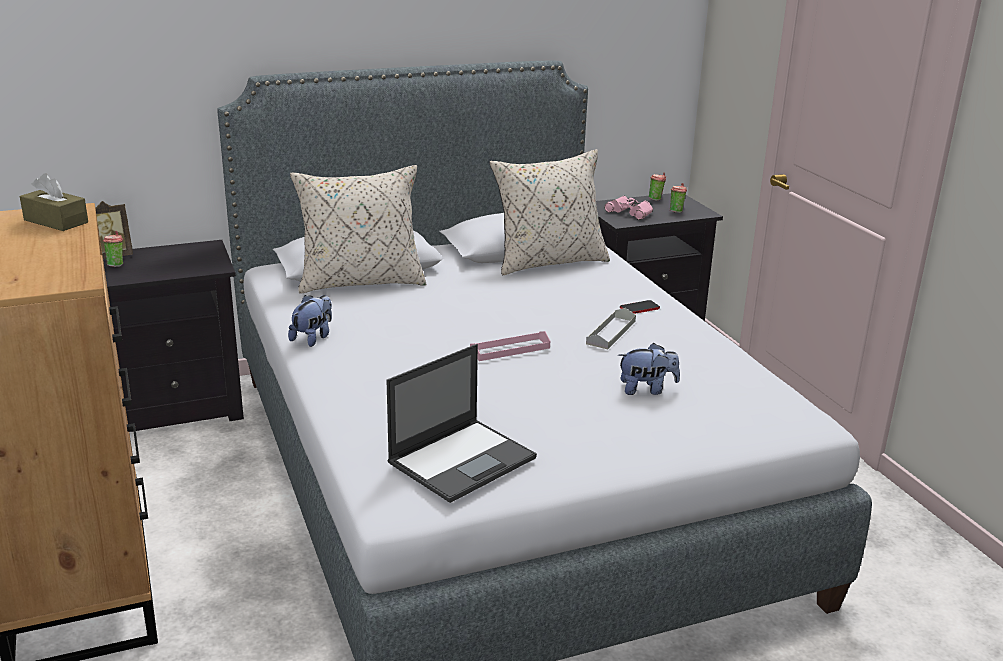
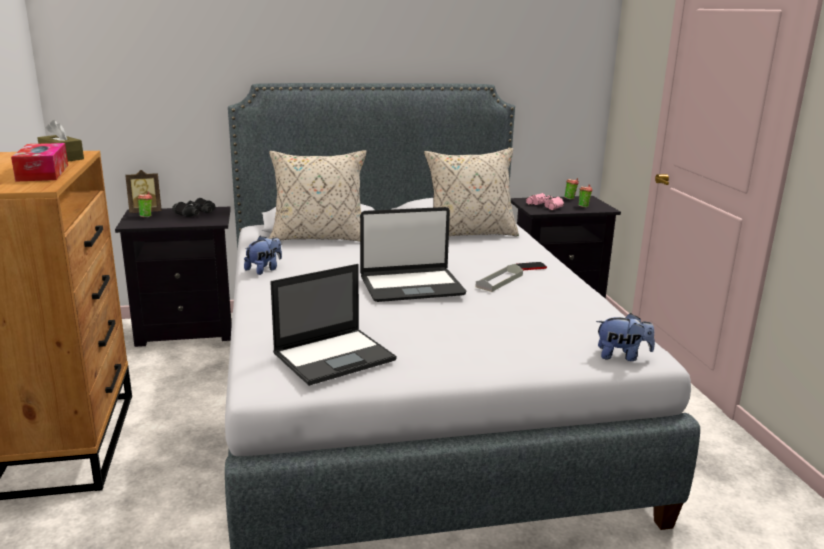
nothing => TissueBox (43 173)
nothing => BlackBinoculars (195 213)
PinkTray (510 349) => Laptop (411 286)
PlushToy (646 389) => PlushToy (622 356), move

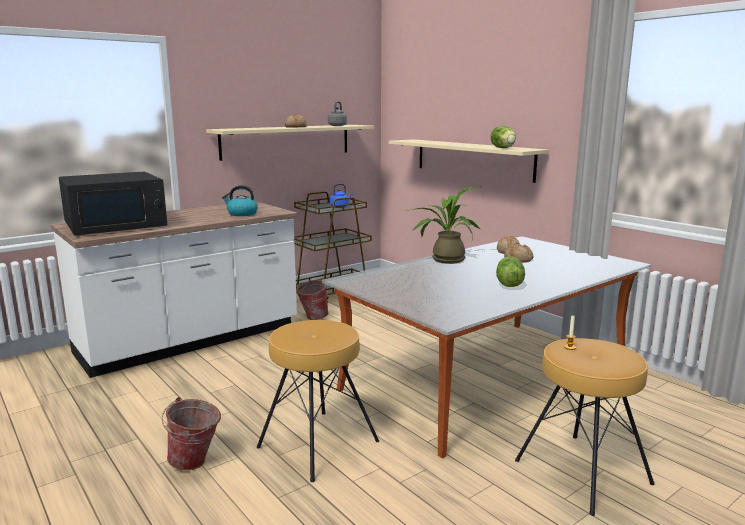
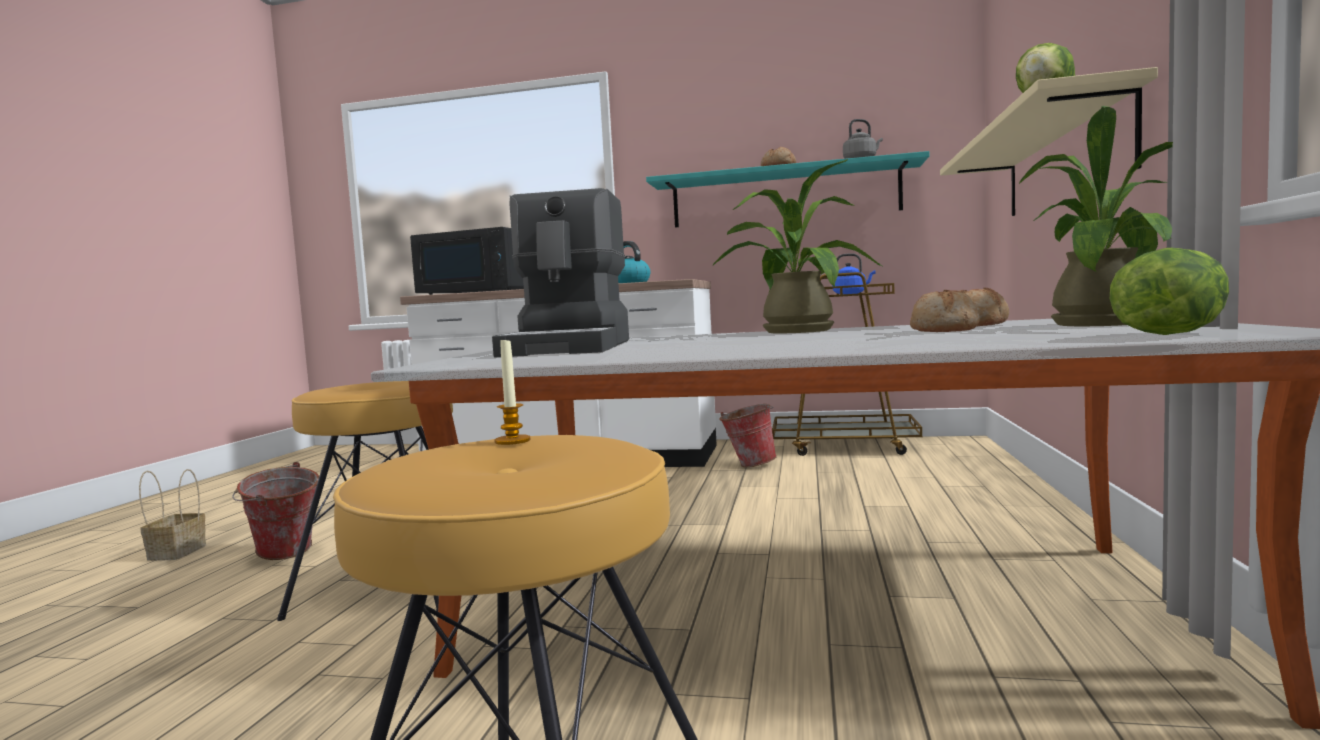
nothing => Basket (177 552)
nothing => CoffeeMachine (572 348)
BeigeShelf (287 141) => TurquoiseShelf (784 196)
nothing => PottedPlant (1105 323)
Lettuce (508 284) => Lettuce (1169 334), move

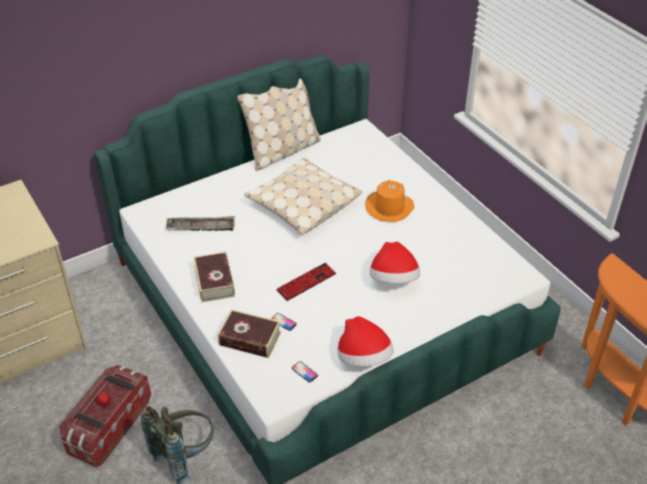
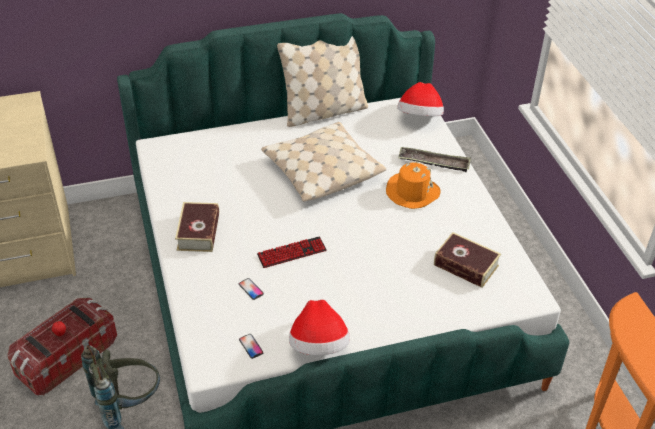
Hat (393 280) => Hat (419 118), move
Tray (201 227) => Tray (434 162), move
Book (250 339) => Book (466 265), move

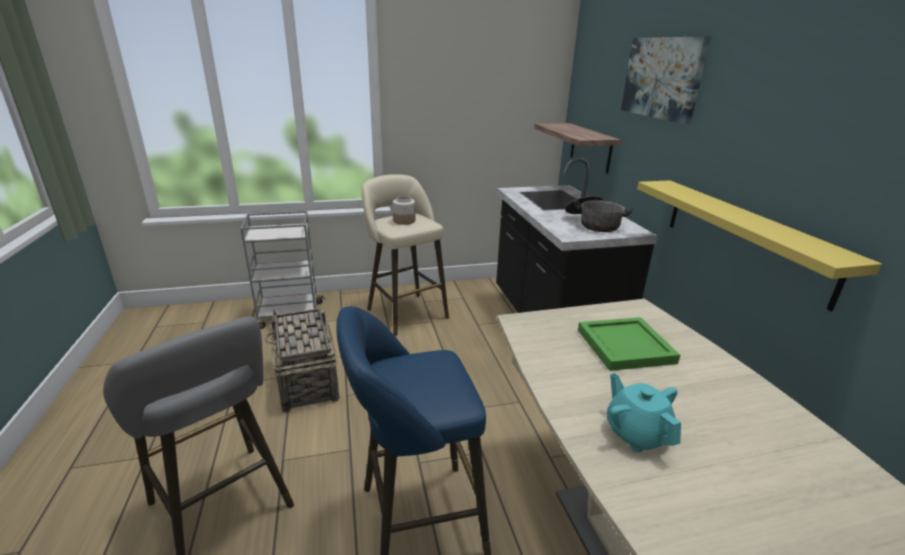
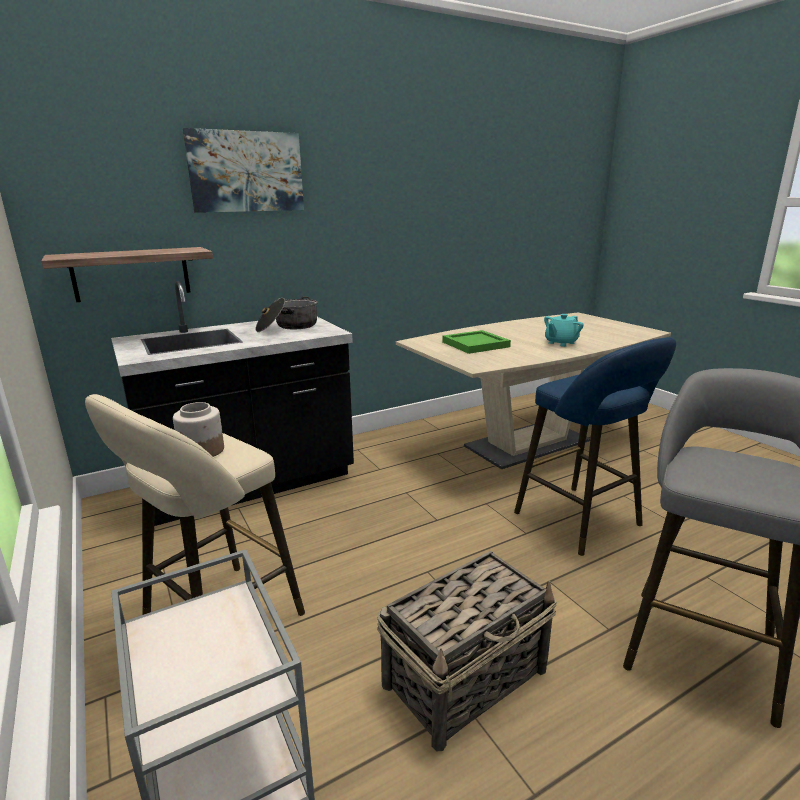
YellowShelf (743 237) => nothing

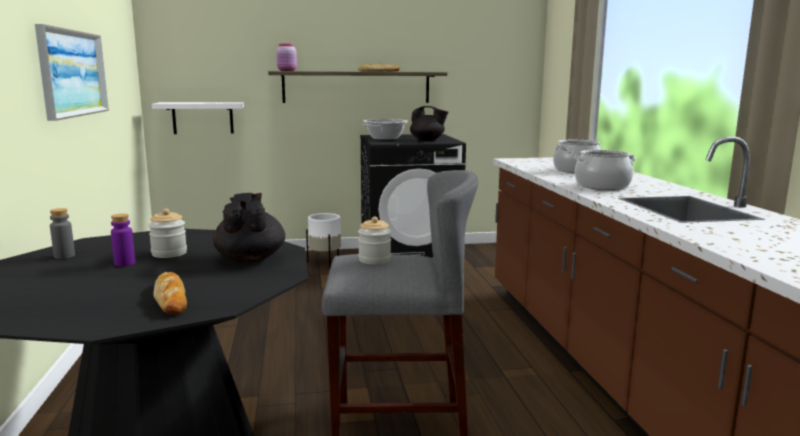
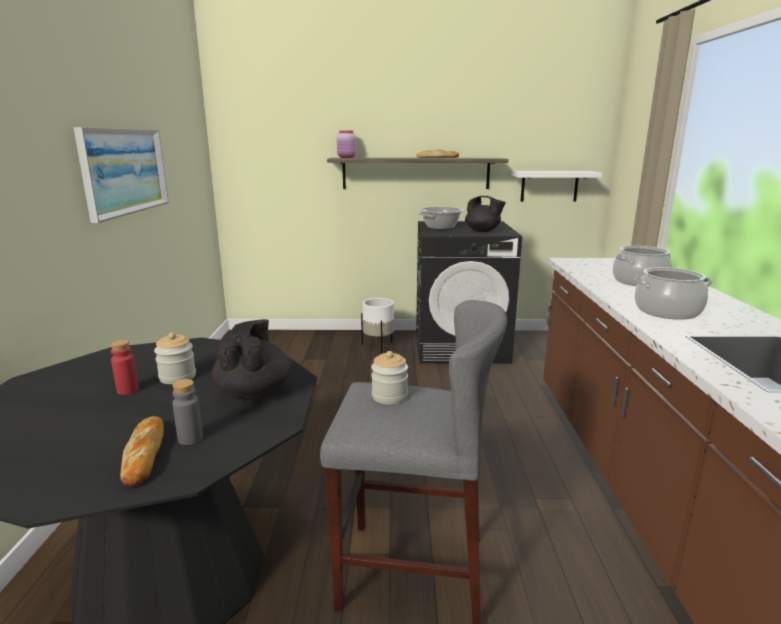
PurpleBottle (124 263) => RedBottle (128 390)
GreyBottle (64 256) => GreyBottle (190 438), move
WhiteShelf (203 118) => WhiteShelf (549 186), move

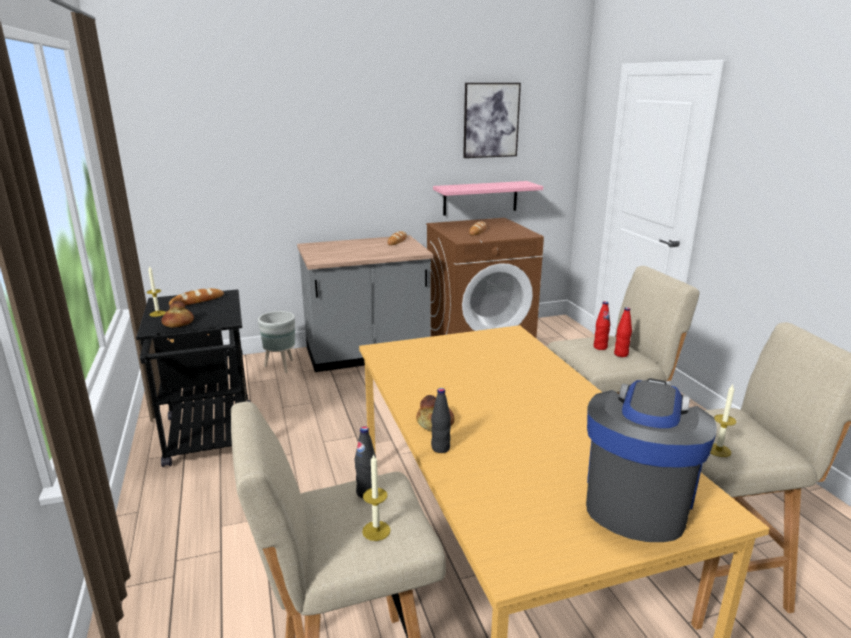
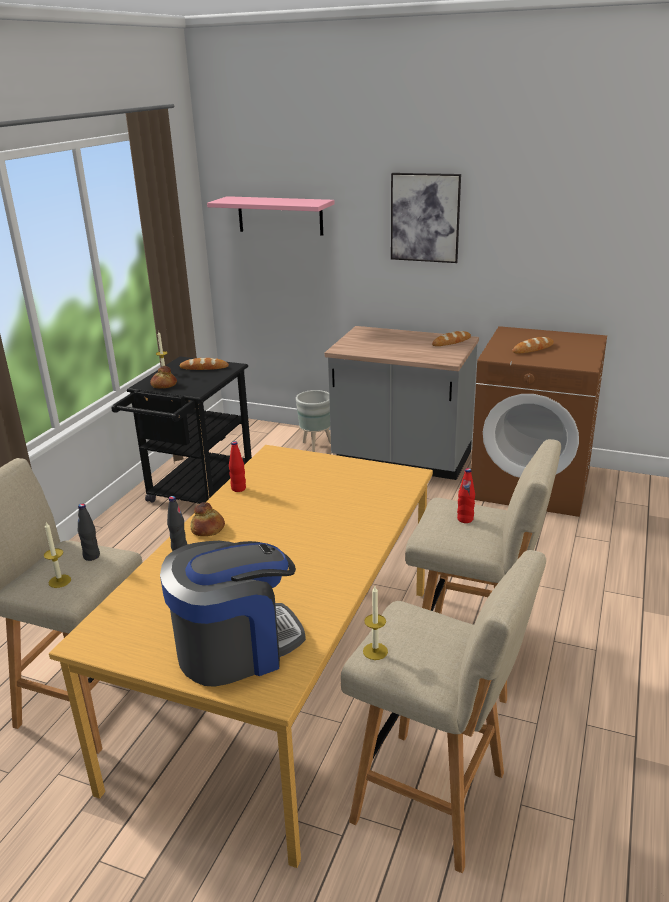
PinkShelf (480 198) => PinkShelf (280 215), move
RedBottle (621 354) => RedBottle (238 489), move
Picture (491 120) => Picture (425 217), move

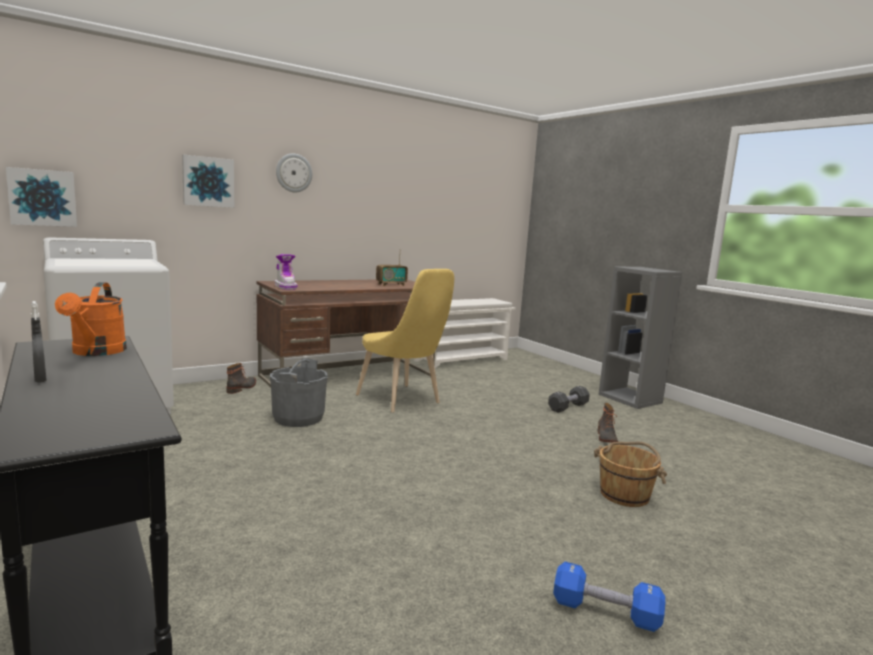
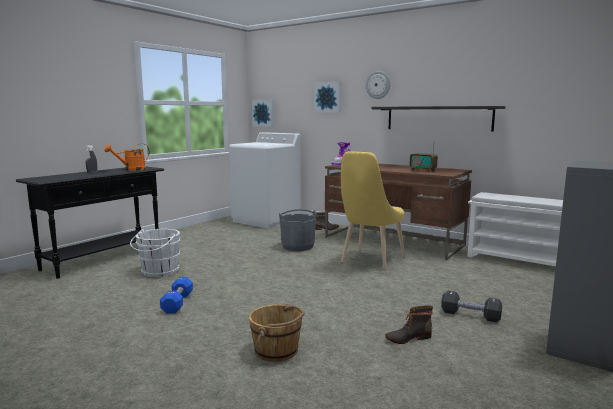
nothing => WhiteBucket (158 271)
BlueDumbbell (605 612) => BlueDumbbell (177 303), move
nothing => Shelf (438 118)

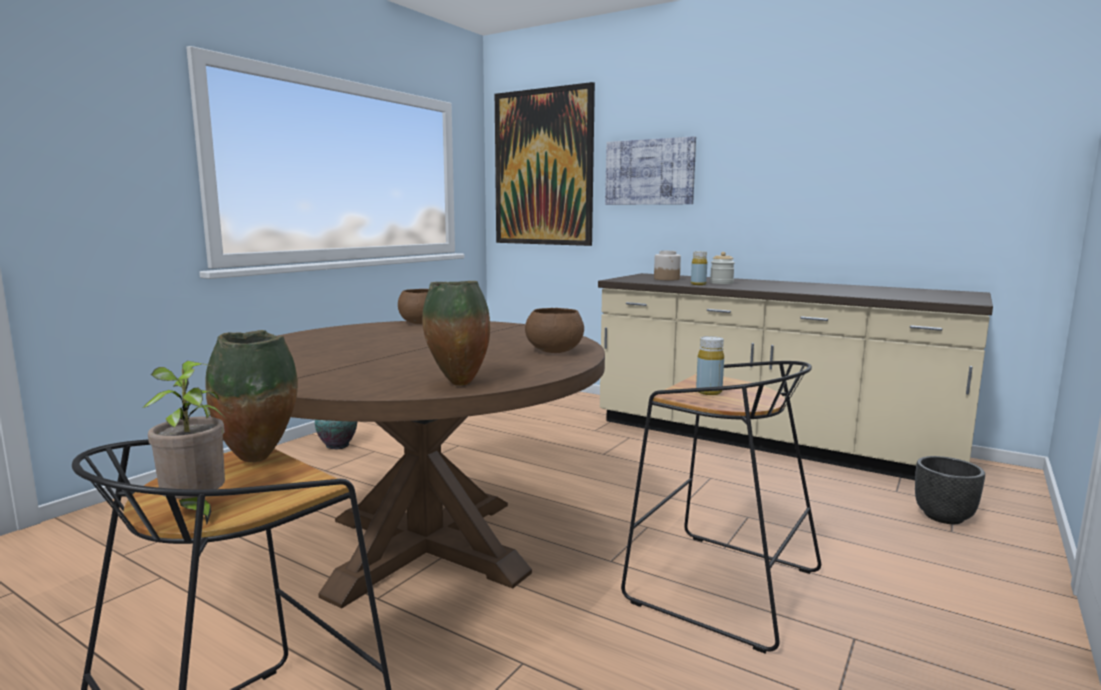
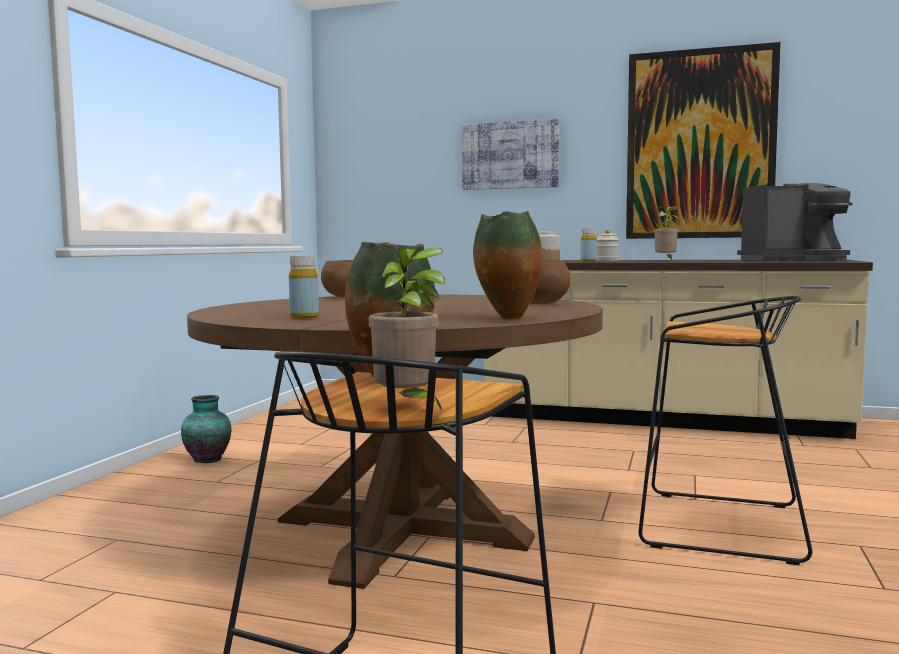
YellowBottle (709 392) => YellowBottle (304 317), move
Picture (543 168) => Picture (700 145), move
nothing => PottedPlant (666 260)
nothing => CoffeeMachine (794 260)
BlackPlanter (944 517) => nothing

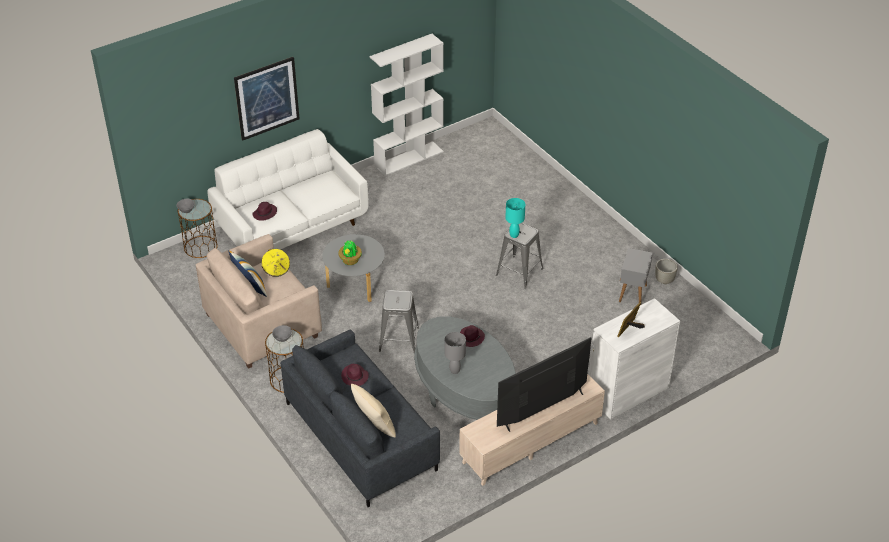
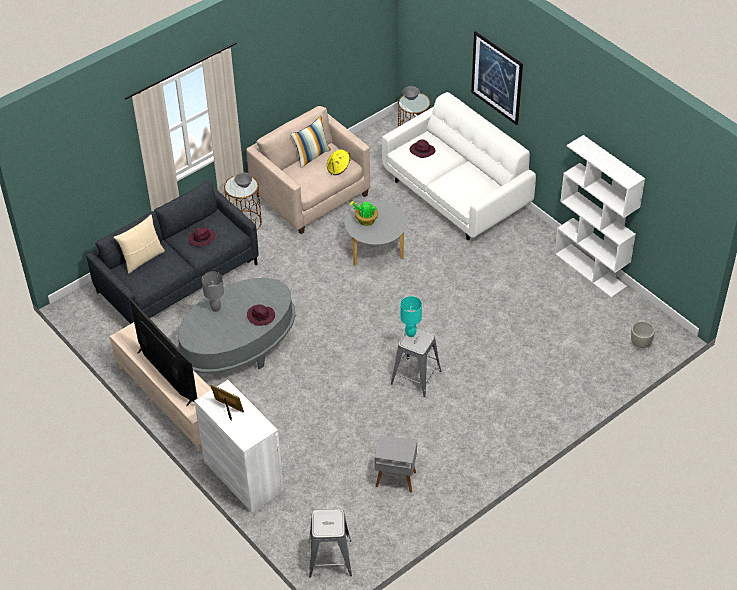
GreyStool (399 339) => GreyStool (330 558), move
GreyPlanter (664 280) => GreyPlanter (640 343), move

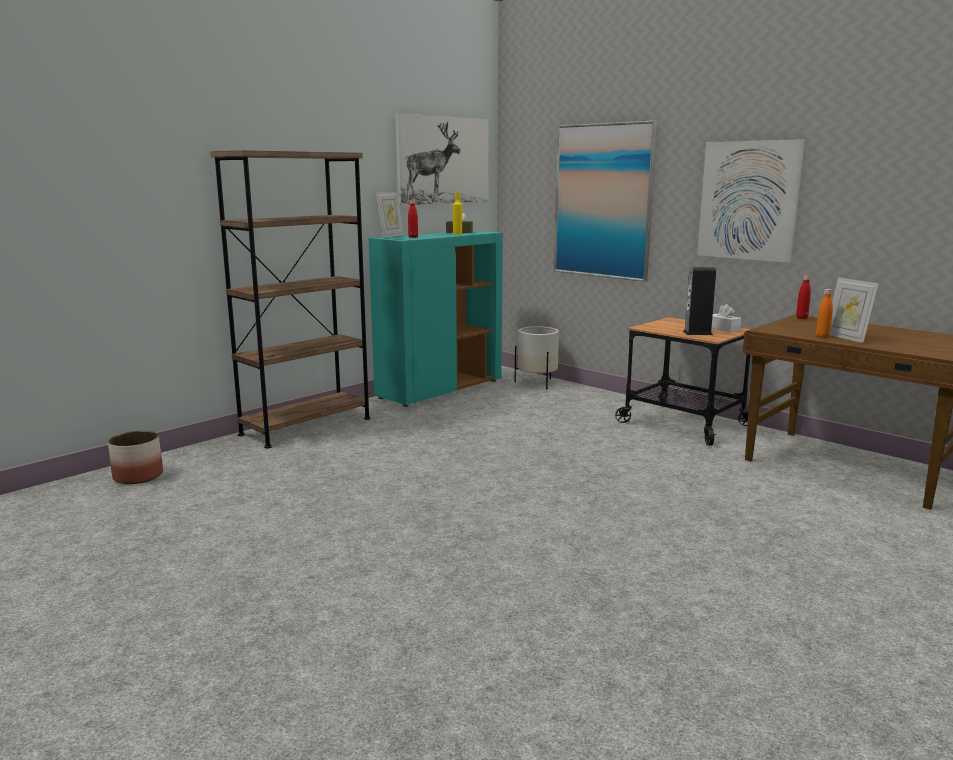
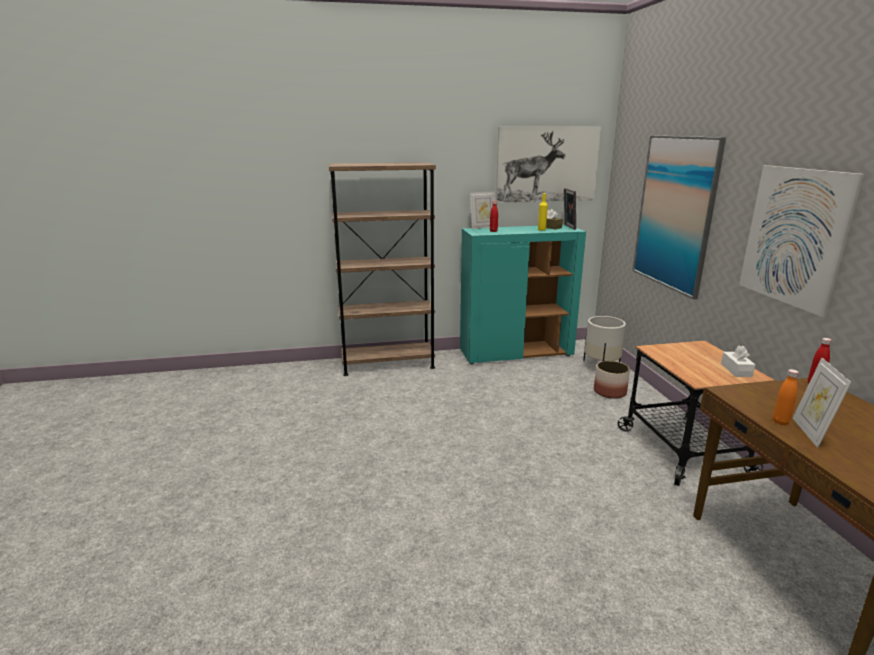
nothing => PictureFrame (568 227)
Planter (138 476) => Planter (610 392), move
Speaker (697 333) => nothing

